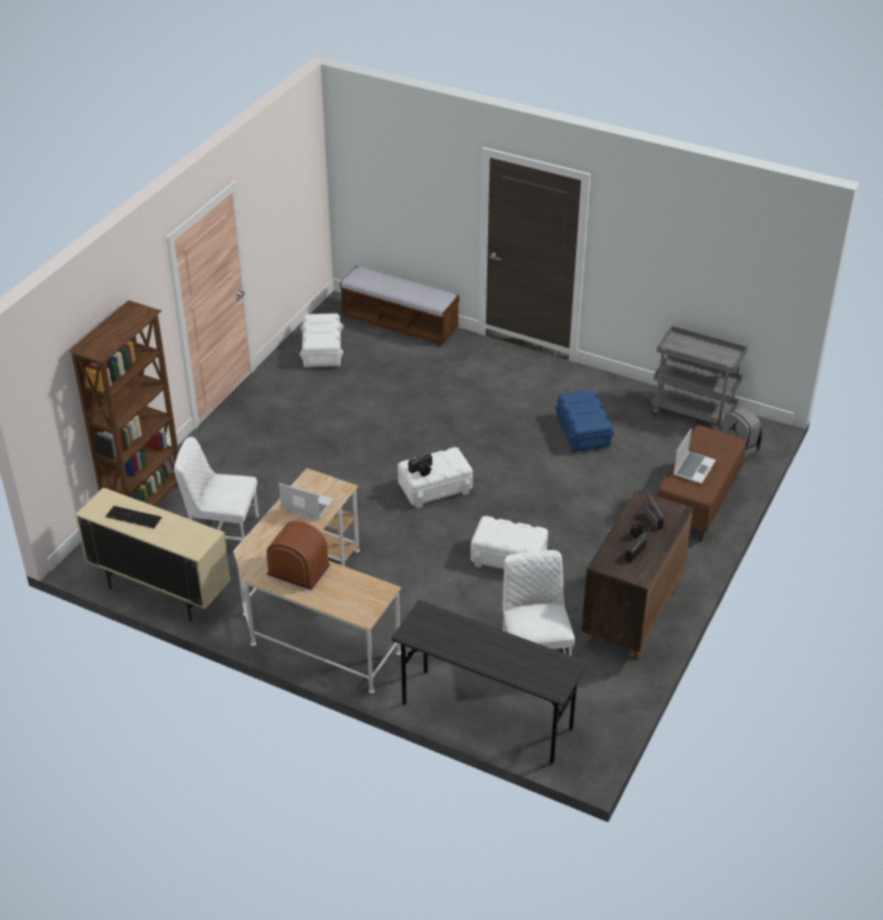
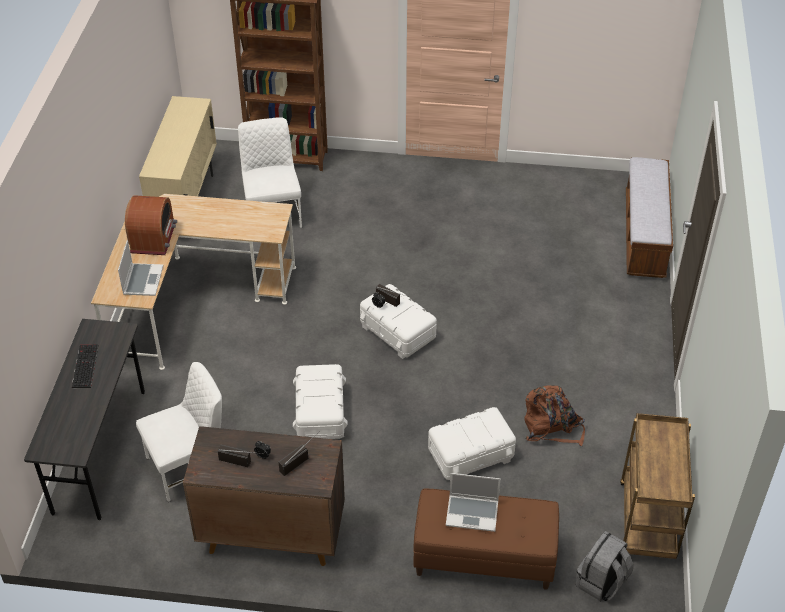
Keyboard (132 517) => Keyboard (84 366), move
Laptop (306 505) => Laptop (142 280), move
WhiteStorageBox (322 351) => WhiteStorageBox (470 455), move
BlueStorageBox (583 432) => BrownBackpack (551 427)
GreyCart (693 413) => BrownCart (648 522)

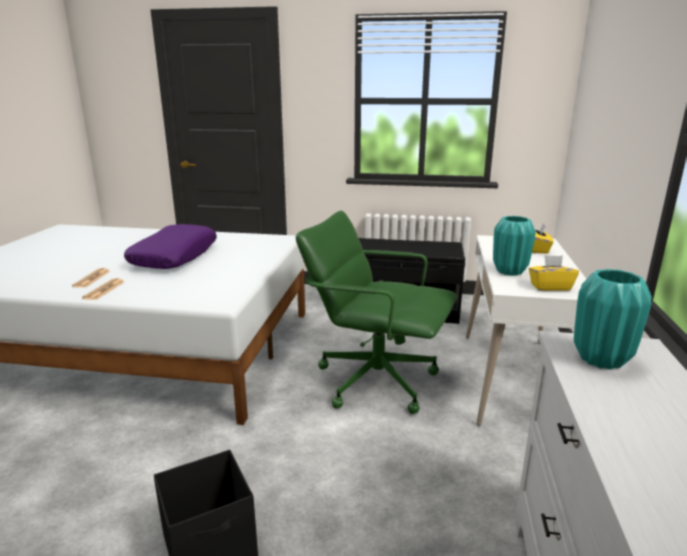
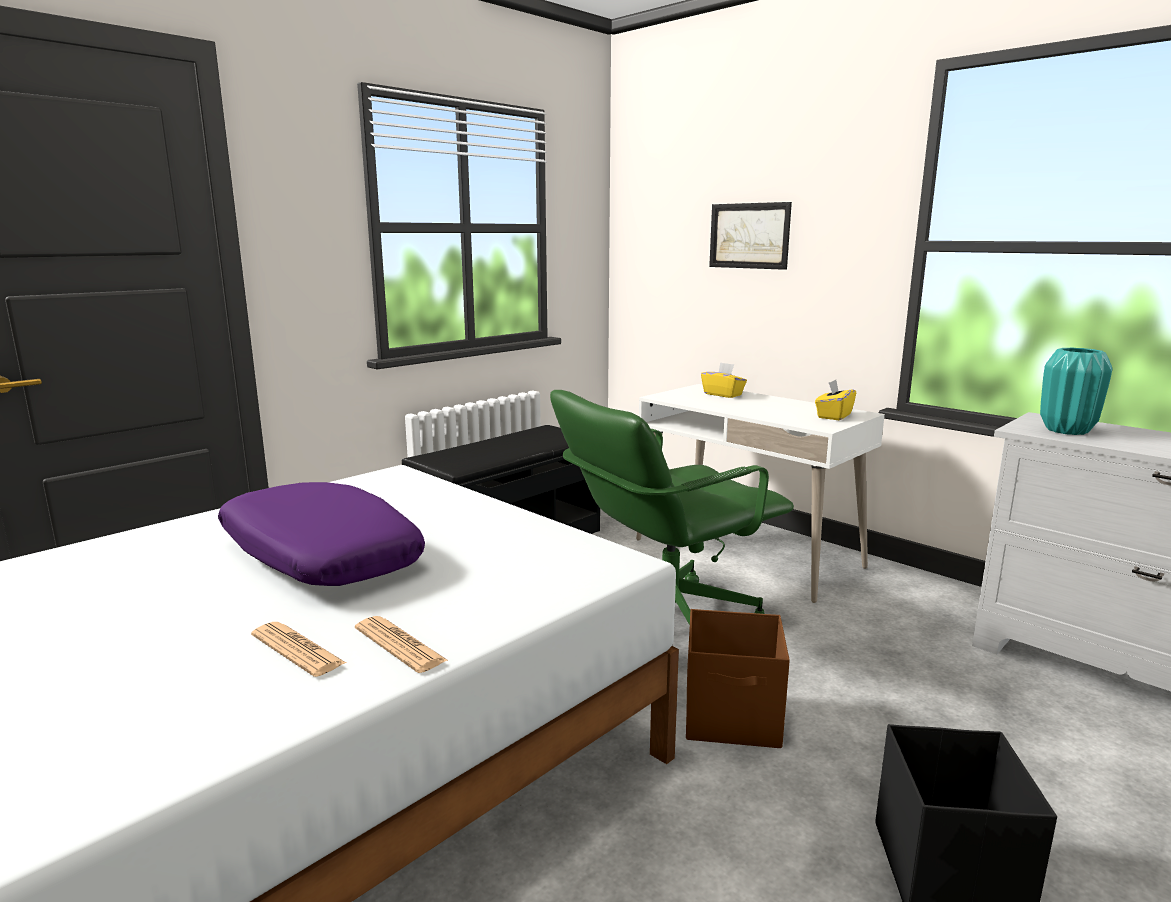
nothing => BrownStorageBox (733 718)
nothing => Picture (749 236)
TurquoiseVase (510 272) => nothing

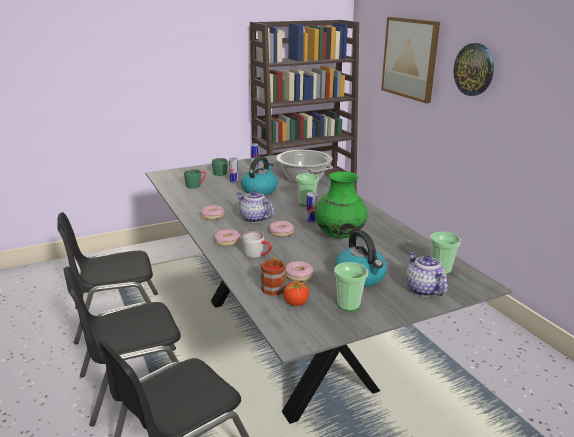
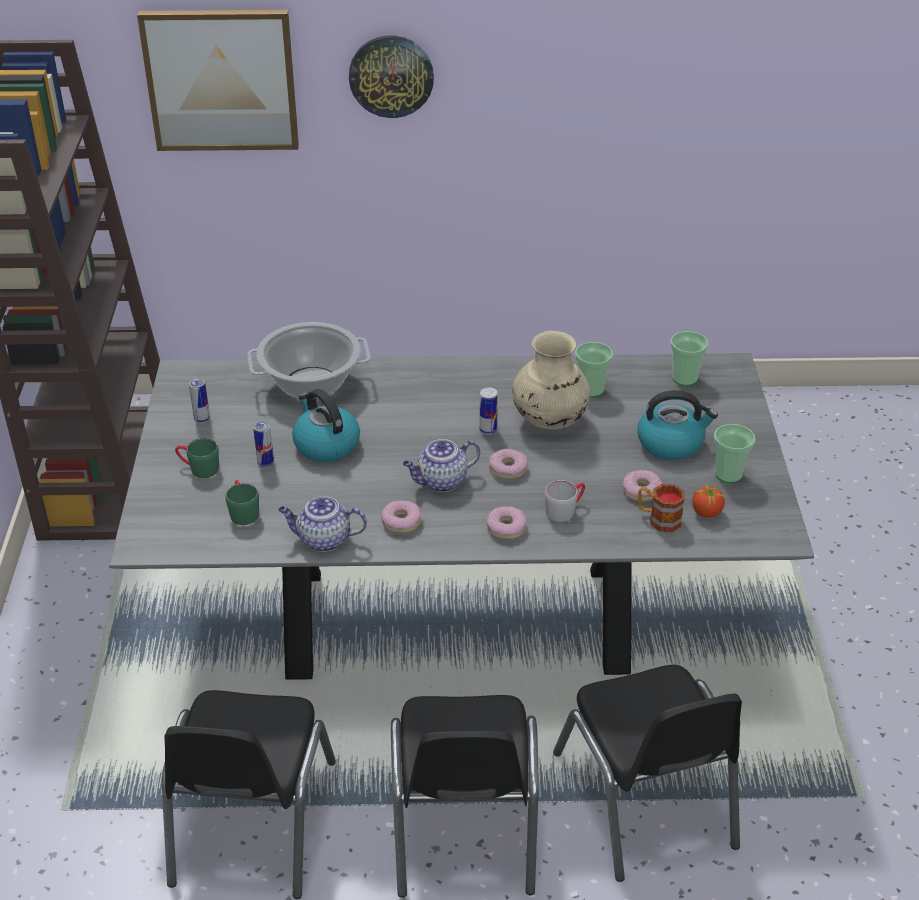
Teapot (423 289) => Teapot (323 540), move
GreenVase (339 235) => BeigeVase (549 420)
Cup (306 203) => Cup (591 389), move

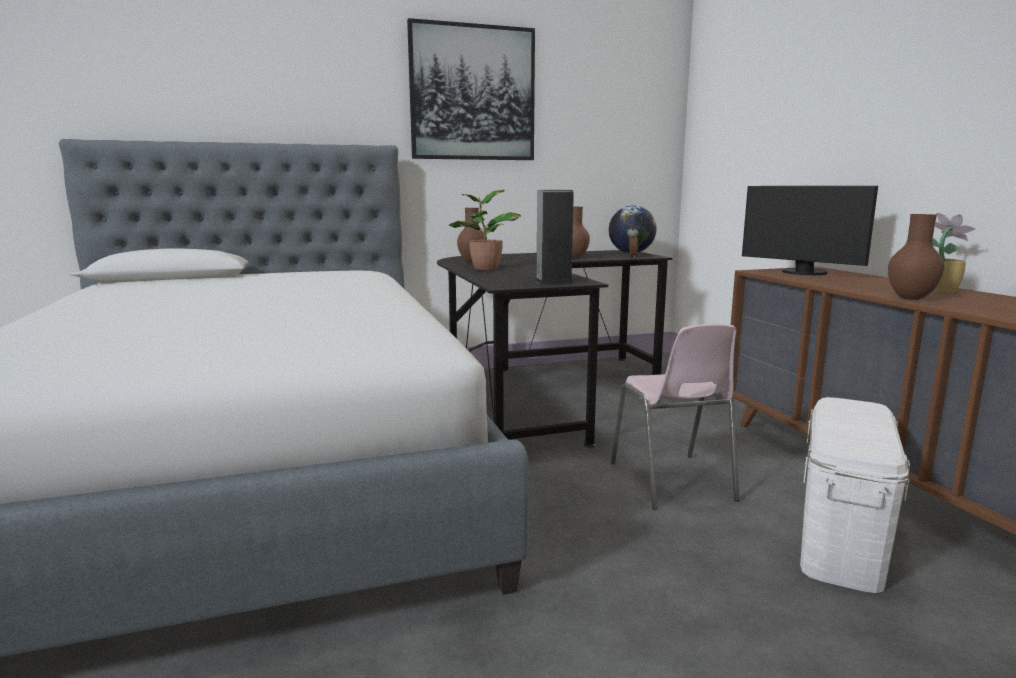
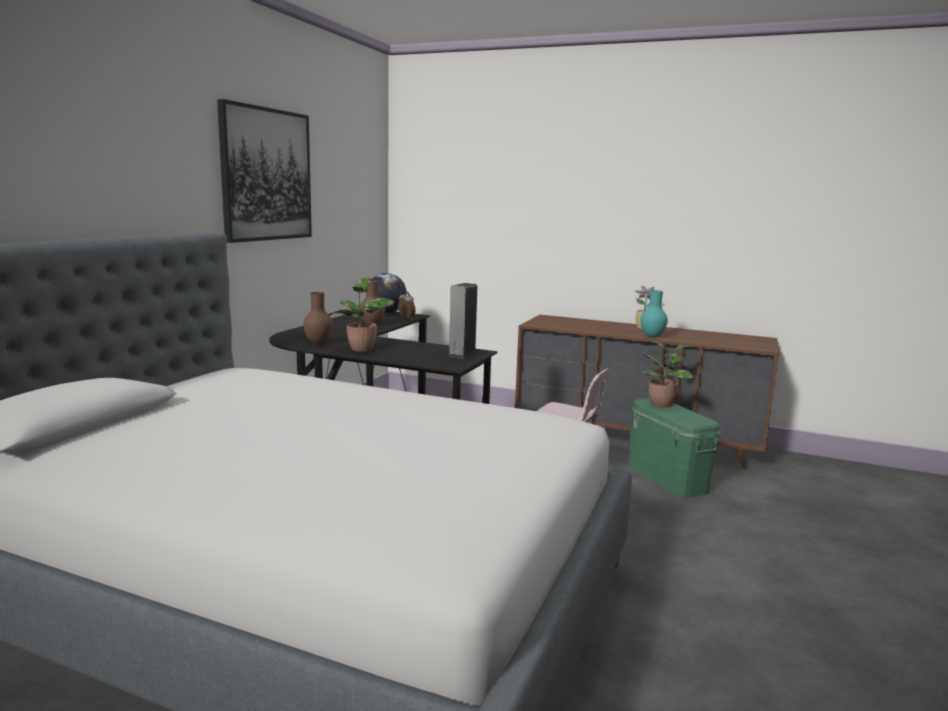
WhiteStorageBox (841 543) => GreenStorageBox (667 478)
BrownVase (909 298) => TurquoiseVase (651 336)
nothing => PottedPlant (662 404)
Monitor (802 273) => nothing

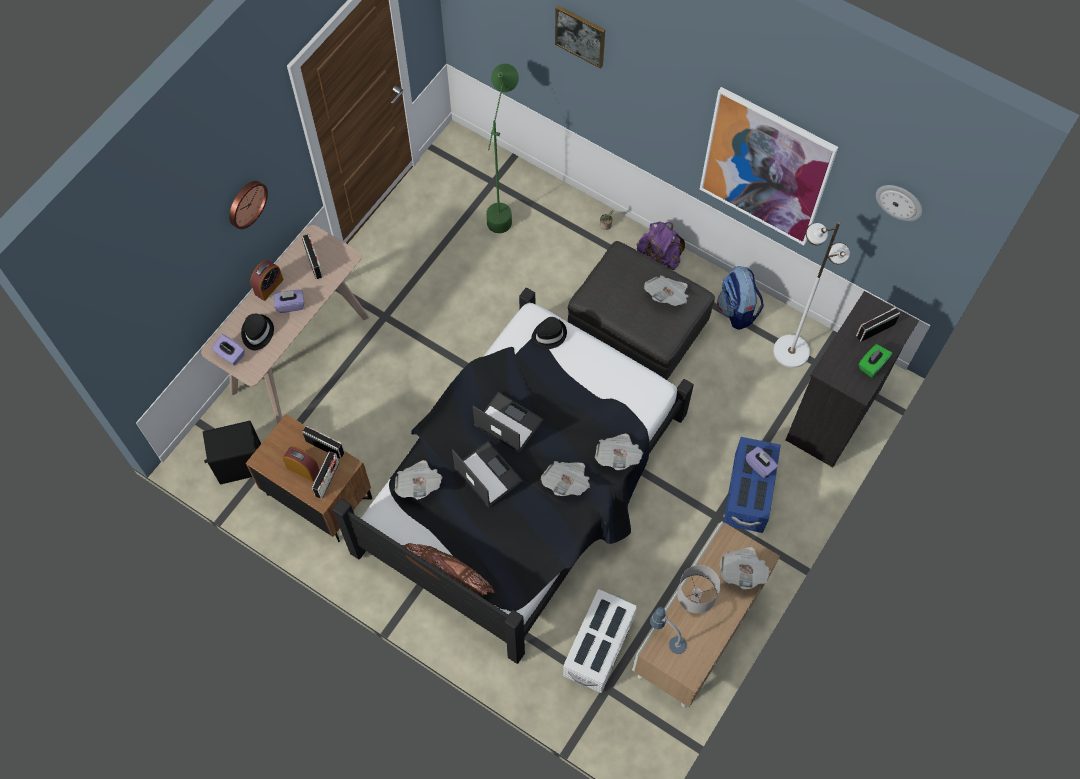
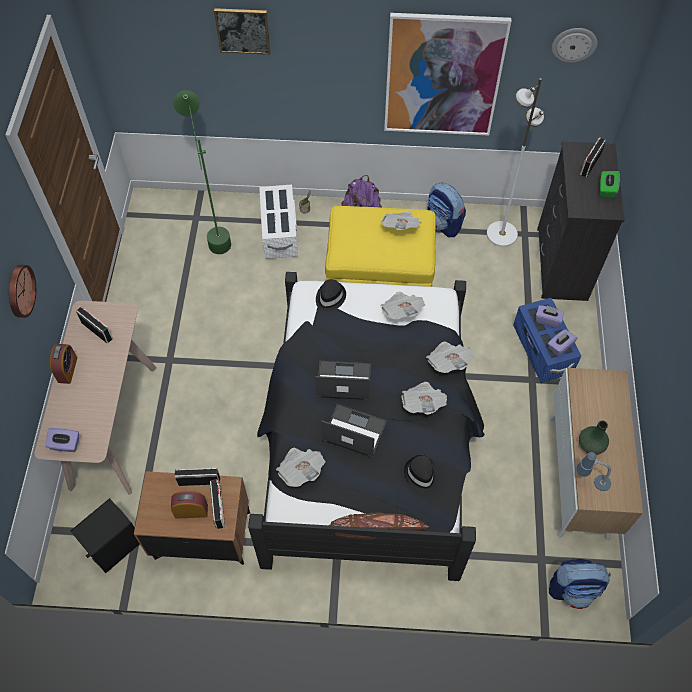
WhiteStorageBox (599 647) => WhiteStorageBox (279 232), move
GreyOttoman (636 329) => YellowOttoman (378 273)
Newspaper (742 571) => Newspaper (401 311), move
BlackHat (257 333) => BlackHat (421 474), move
PurpleTissueBox (290 305) => PurpleTissueBox (560 346), move
nothing => Backpack (573 589)
WhiteTableLamp (693 605) => GreenVase (591 445)

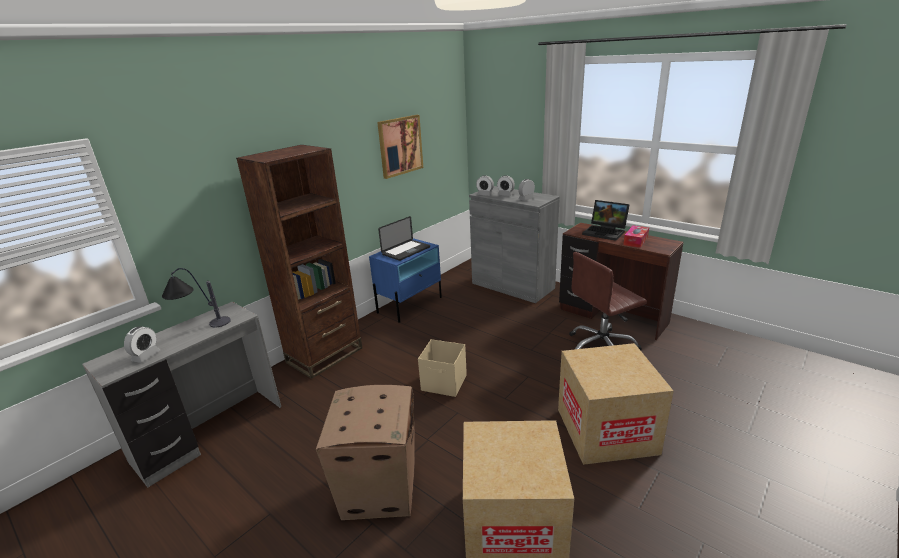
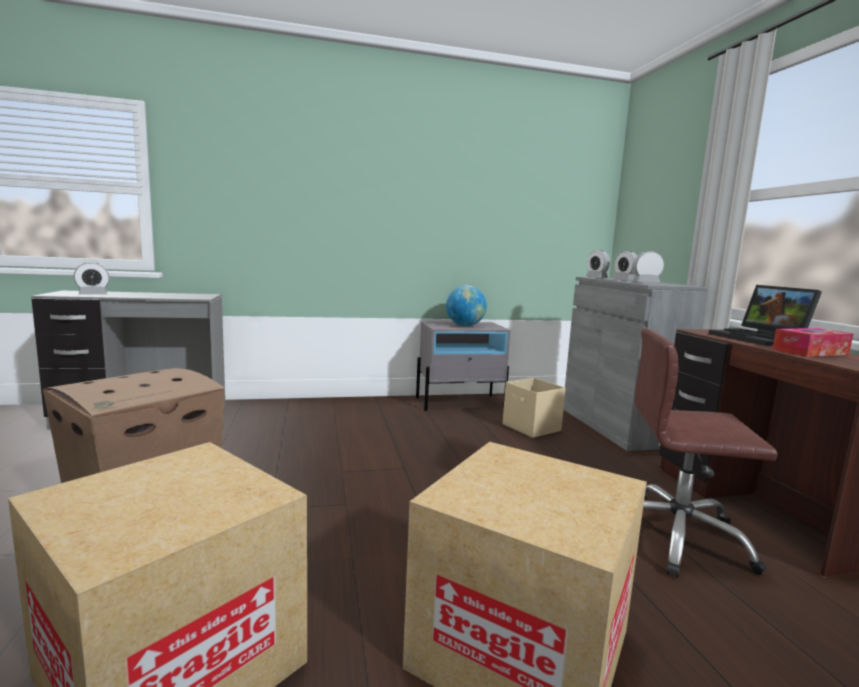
BlueNightstand (410 304) => GreyNightstand (460 402)
Laptop (406 251) => Globe (465 325)
BeigeStorageBox (444 383) => BeigeStorageBox (531 428), move
TableLamp (200 323) => nothing
BrownBookcase (325 355) => nothing
Picture (400 146) => nothing

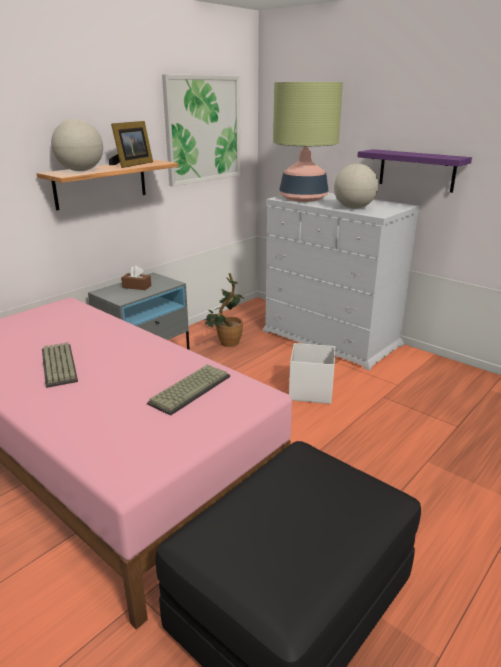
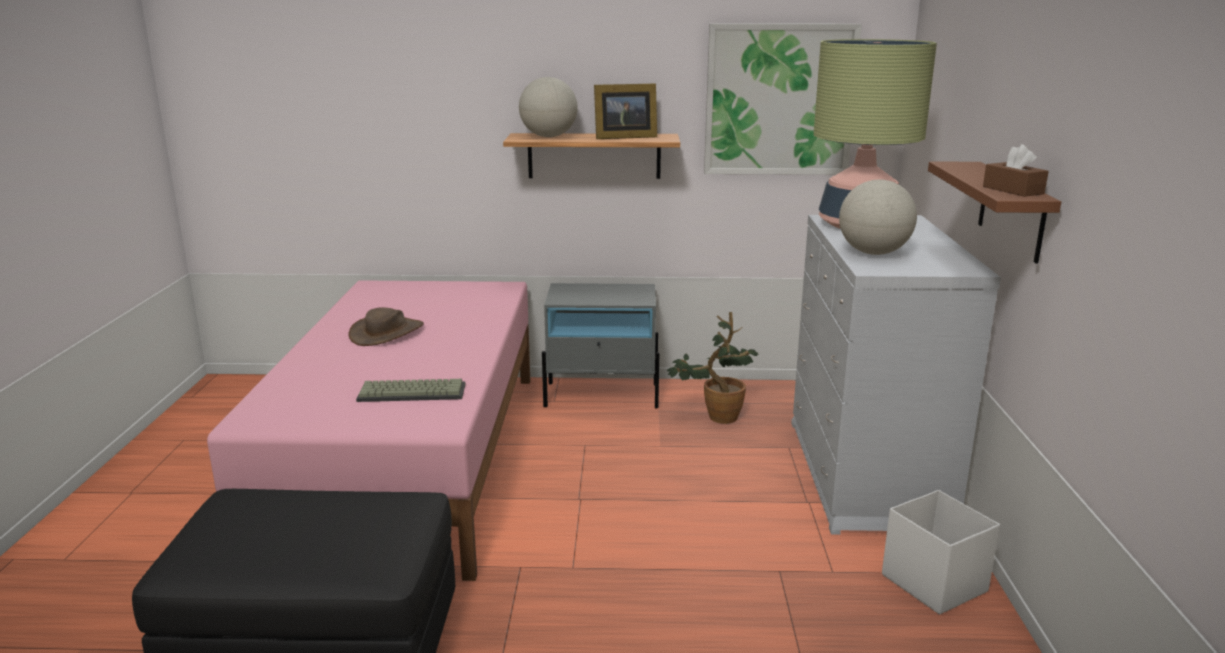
Keyboard (60 365) => BrownHat (387 332)
WhiteStorageBox (310 391) => WhiteStorageBox (933 582), move
PurpleShelf (416 170) => BrownShelf (1011 211)
BrownTissueBox (137 286) => BrownTissueBox (1013 190), move

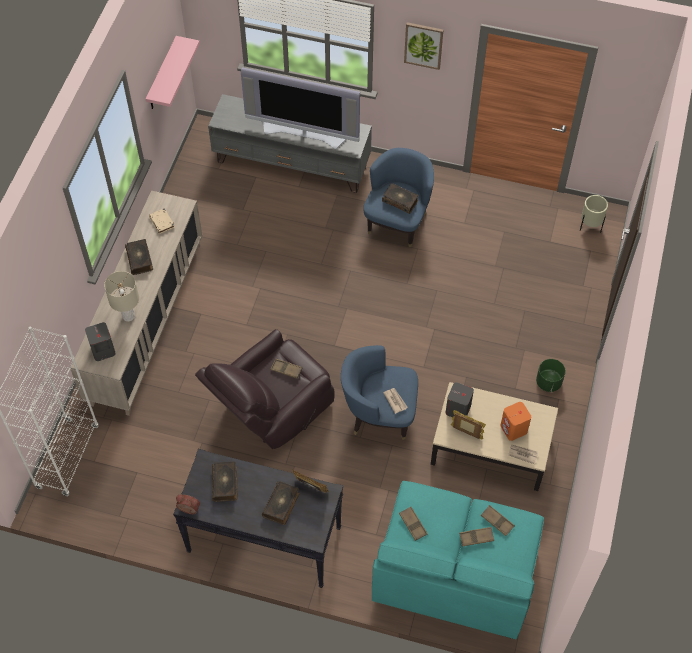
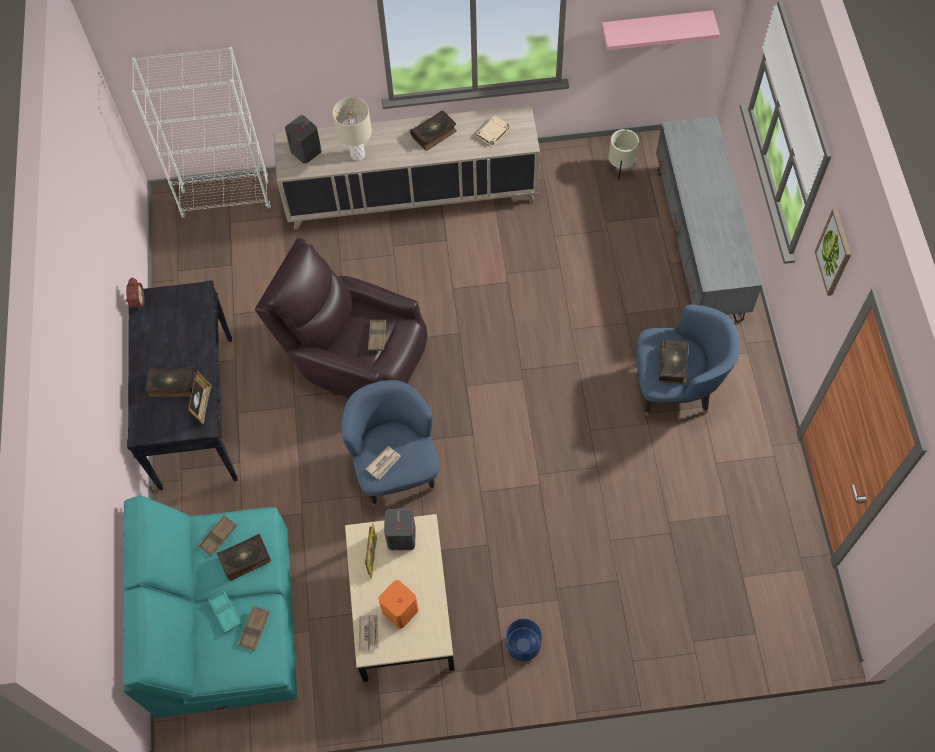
BrownTray (476 538) => TurquoiseTray (225 612)
Book (225 483) => Book (245 559), move
GreenPlanter (549 382) => BluePlanter (523 645)
BeigePlanter (590 227) => BeigePlanter (620 168), move
Television (304 131) => nothing

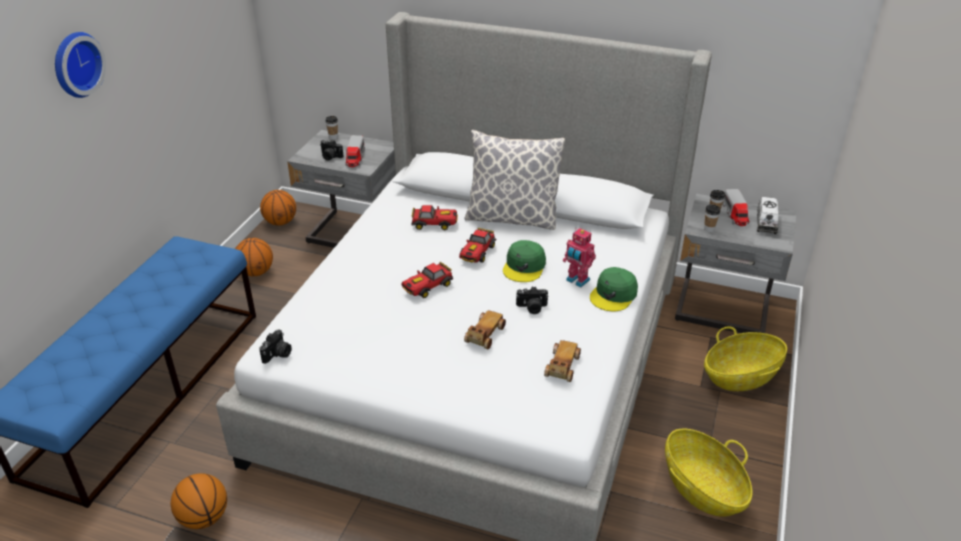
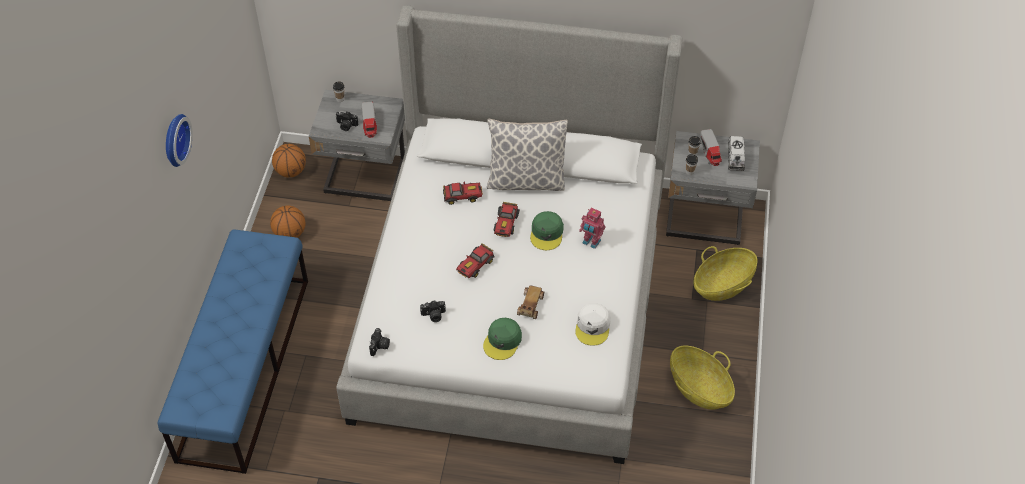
PhotoCamera (531 308) => PhotoCamera (433 315), move
GreenCap (614 295) => GreenCap (503 341), move
ToyCar (562 367) => WhiteCap (593 326)
Basketball (204 517) => nothing

